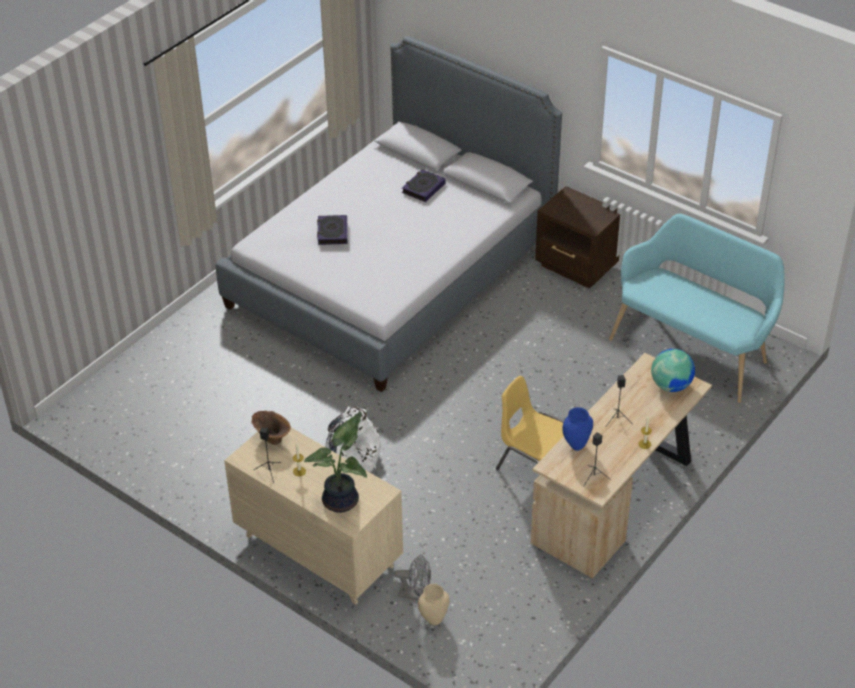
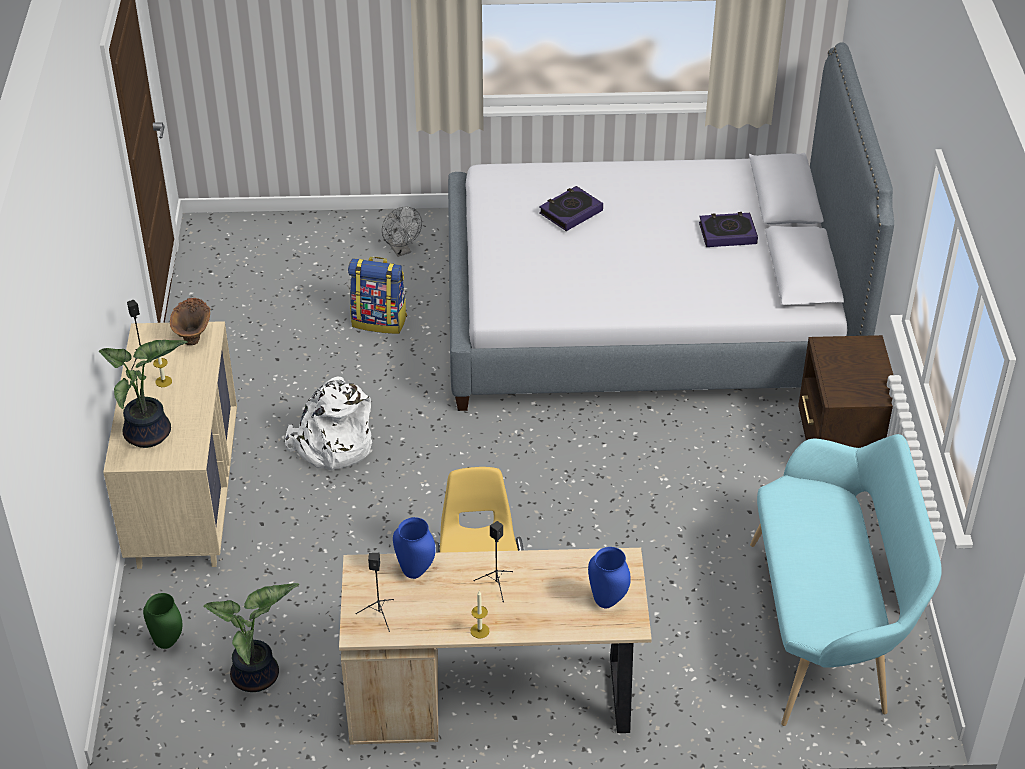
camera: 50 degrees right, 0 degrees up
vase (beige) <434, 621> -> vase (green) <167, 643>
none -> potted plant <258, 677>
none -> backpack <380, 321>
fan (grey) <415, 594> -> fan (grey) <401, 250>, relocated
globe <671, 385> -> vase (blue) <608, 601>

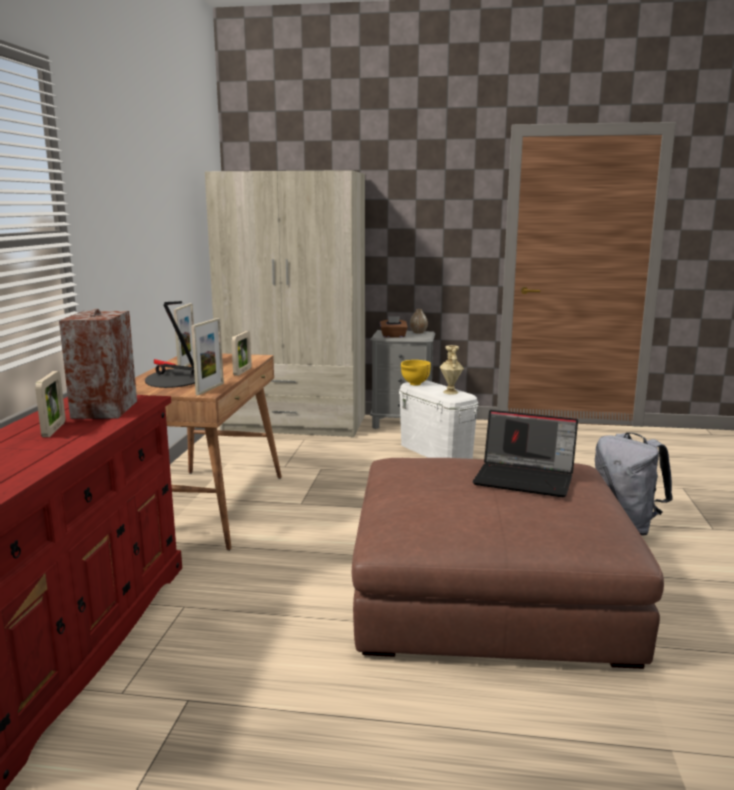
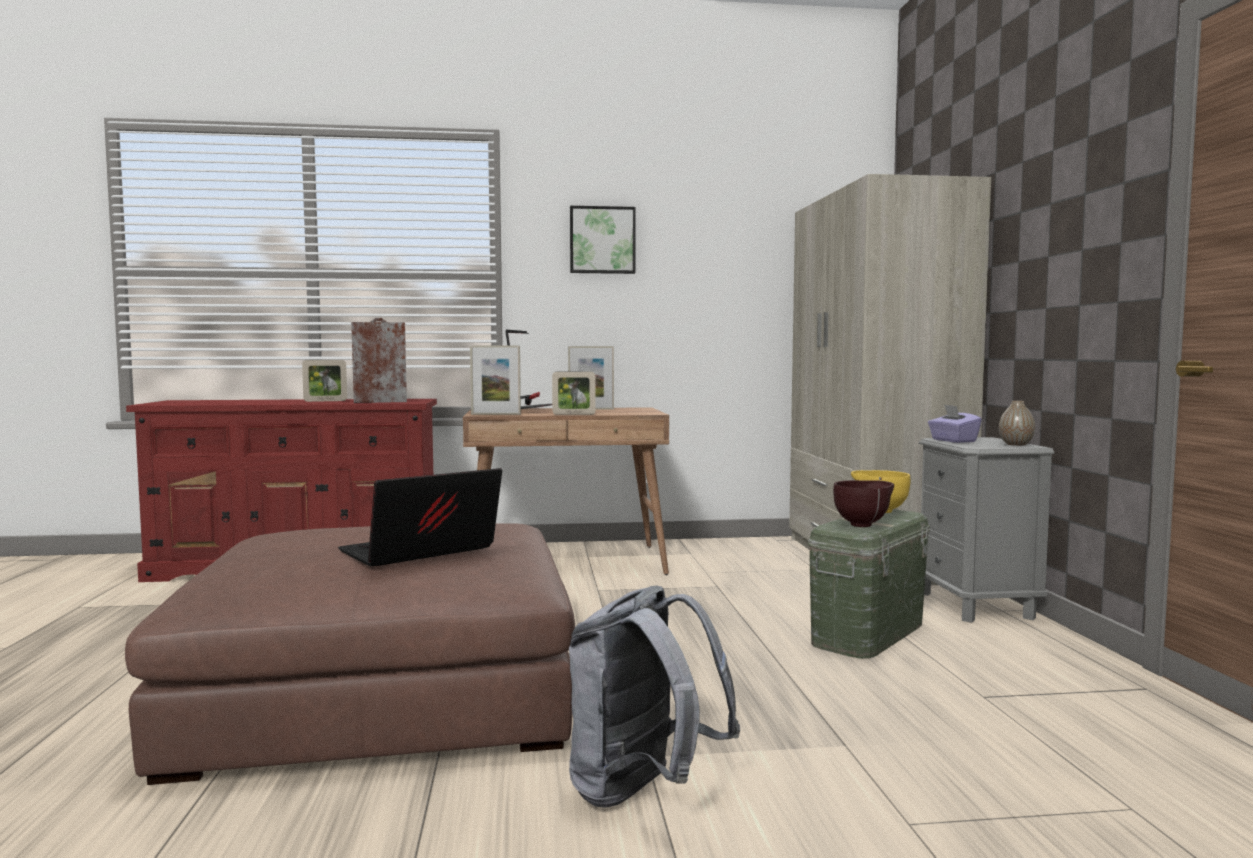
camera: 75 degrees right, 10 degrees down
laptop <525, 478> -> laptop <419, 553>, 45 degrees clockwise
none -> picture <602, 240>
storage box (white) <436, 451> -> storage box (green) <868, 634>
vase (beige) <450, 392> -> bowl (brown) <863, 525>
tissue box (brown) <393, 336> -> tissue box (purple) <953, 441>

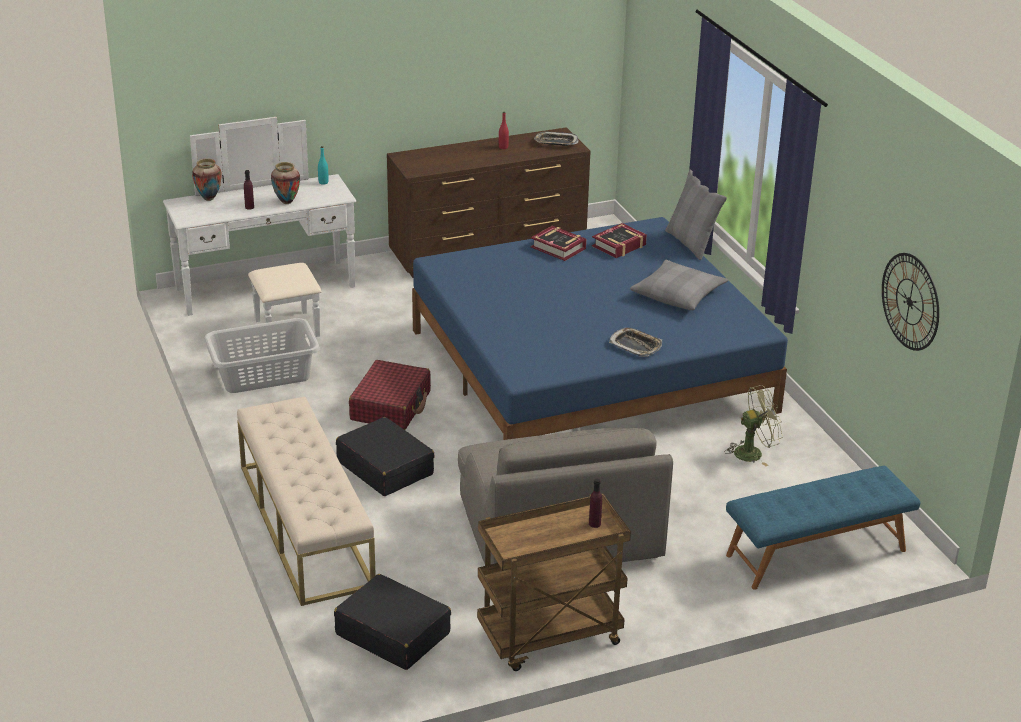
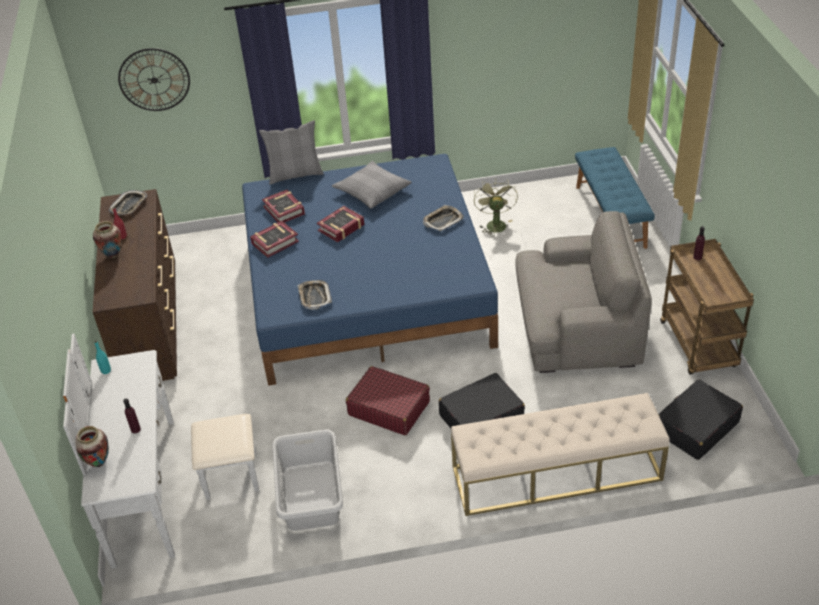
camera: 75 degrees left, 10 degrees up
vase <286, 202> -> vase <112, 255>, relocated
wall clock <910, 301> -> wall clock <154, 80>, relocated
none -> tray <314, 297>
none -> book <341, 228>

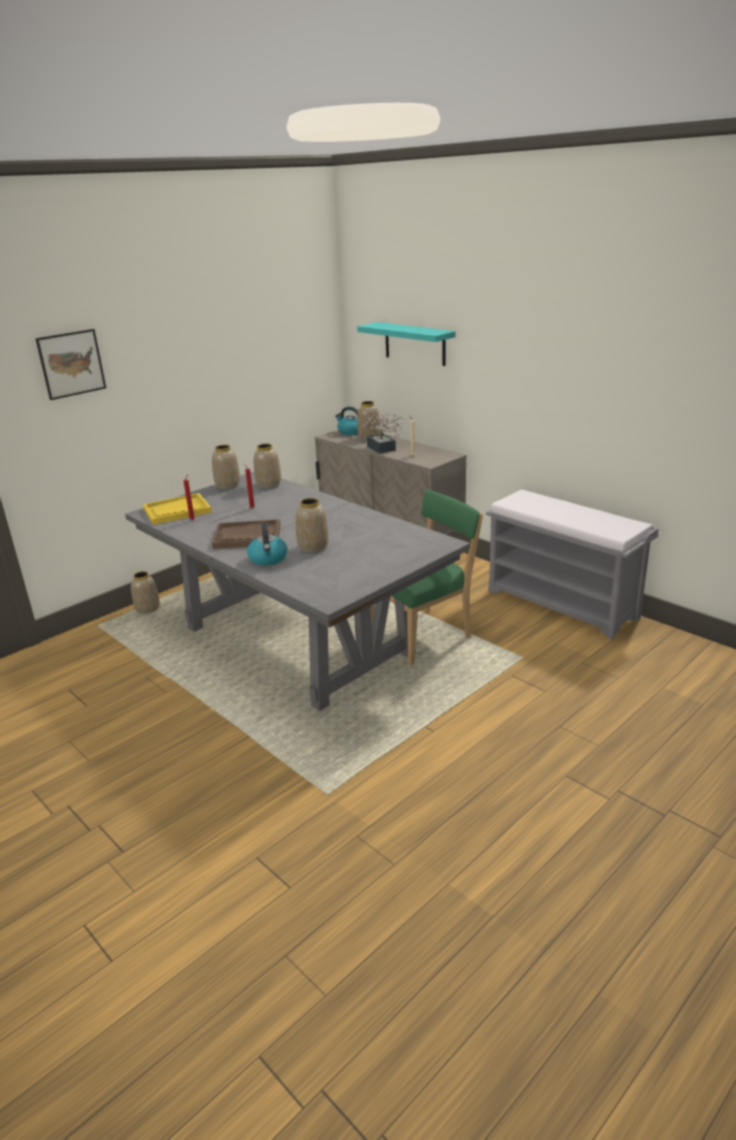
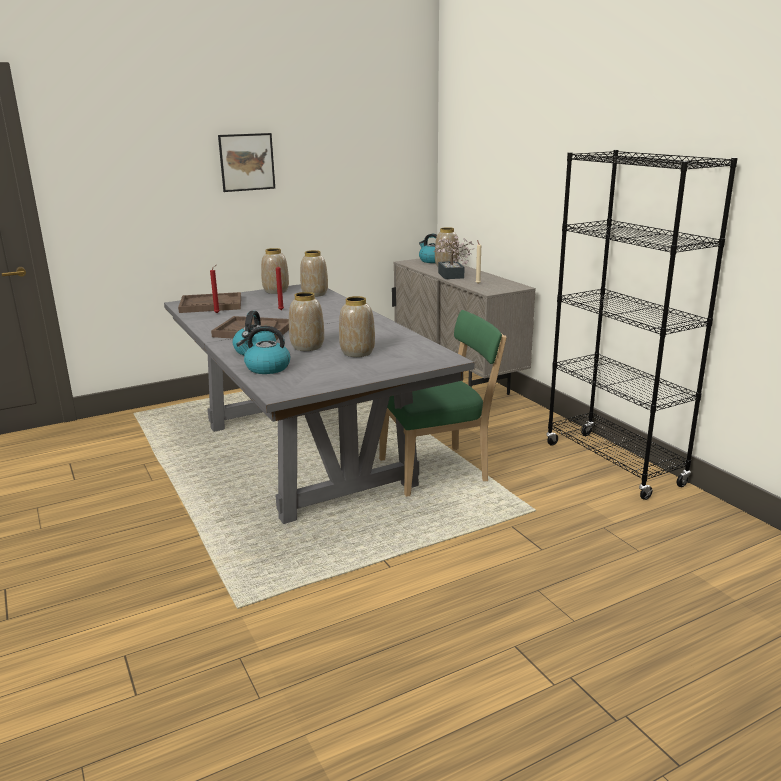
camera: 15 degrees right, 5 degrees down
tray (yellow) <177, 511> -> tray (brown) <211, 305>
picture <71, 364> -> picture <247, 162>, relocated
none -> kettle <267, 368>
vase <148, 610> -> vase <357, 353>, relocated
bench (grey) <563, 604> -> bookcase (black) <613, 464>
shelf (turquoise) <414, 343> -> none

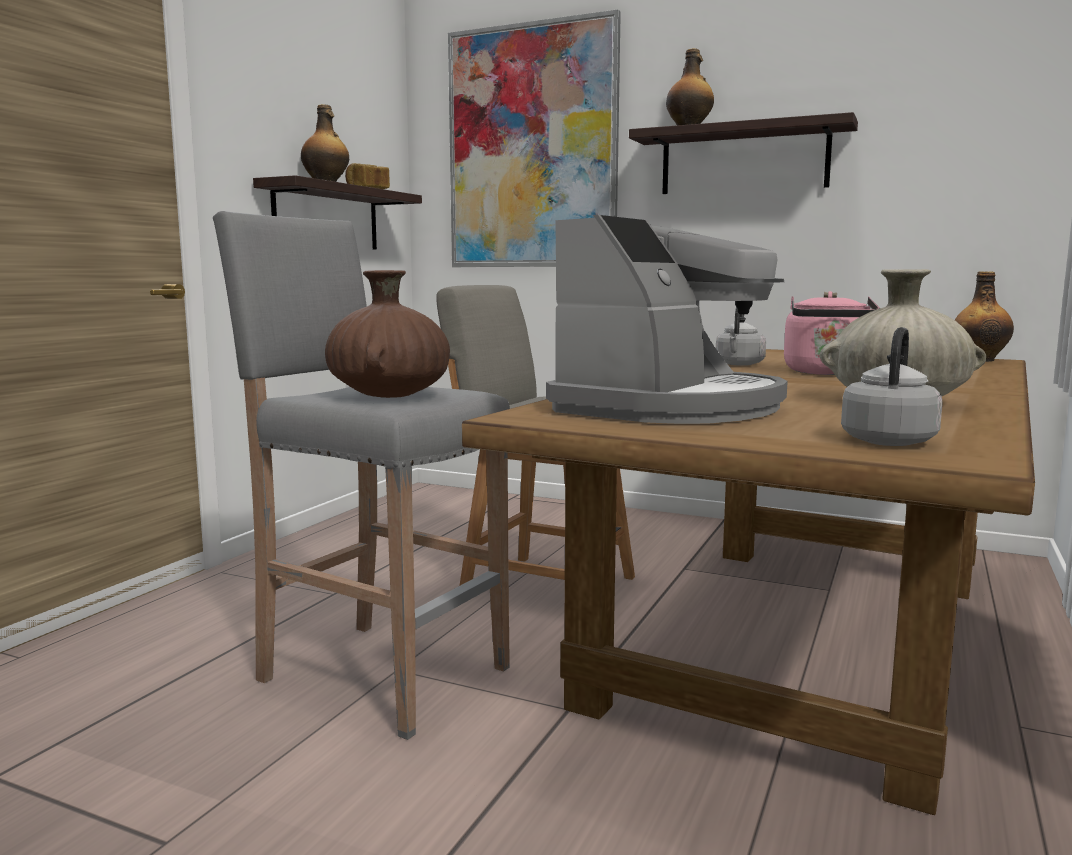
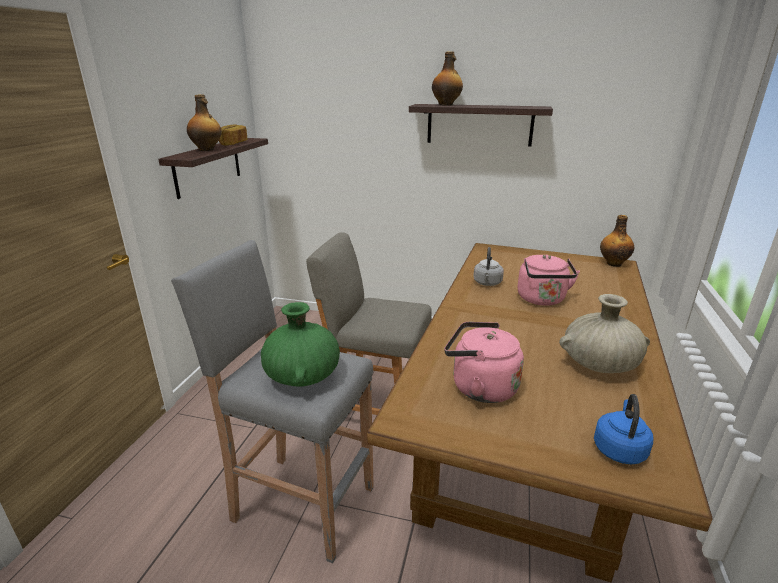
camera: 10 degrees left, 15 degrees up
vase (brown) <389, 396> -> vase (green) <302, 377>
coffee machine <671, 407> -> kettle (pink) <480, 387>
kettle (grey) <889, 440> -> kettle (blue) <619, 448>
picture <532, 148> -> none

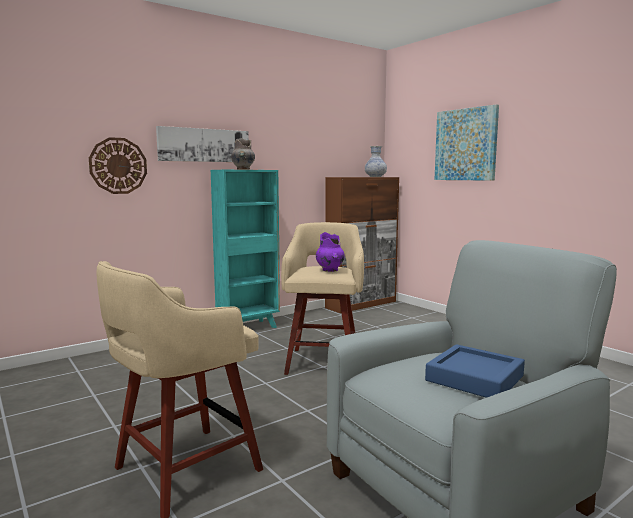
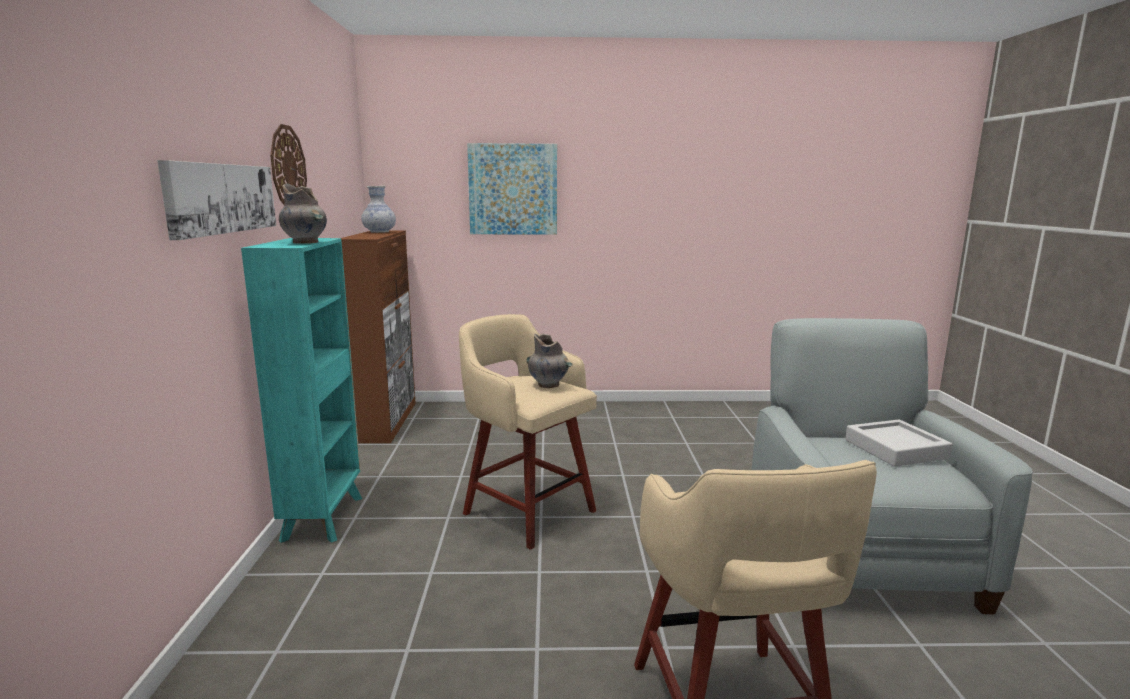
camera: 55 degrees left, 5 degrees up
wall clock <118, 166> -> wall clock <287, 168>, relocated
vase (purple) <330, 270> -> vase (grey) <549, 385>
tray (blue) <474, 378> -> tray (grey) <895, 449>

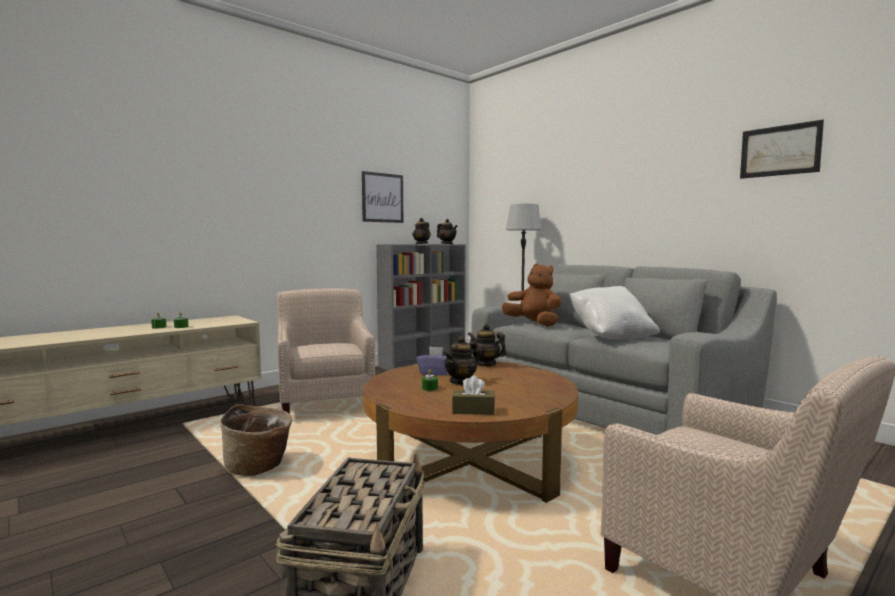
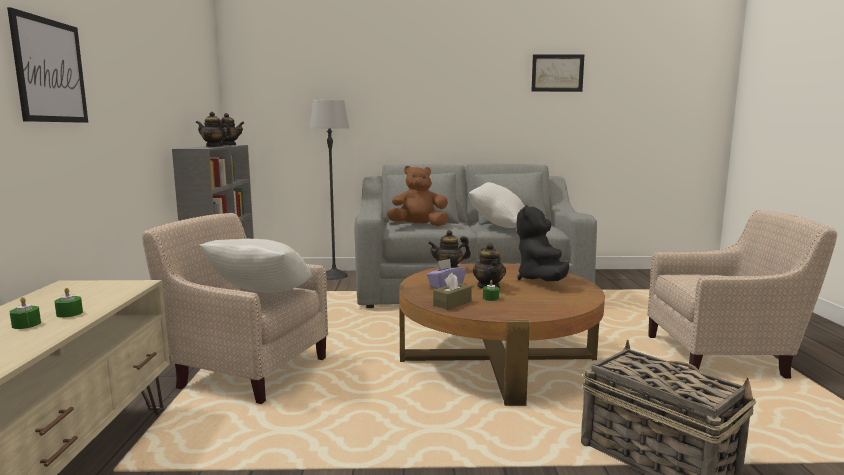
camera: 50 degrees left, 5 degrees up
picture <382, 197> -> picture <50, 71>, relocated
none -> pillow (white) <261, 296>
tissue box (brown) <473, 410> -> tissue box (brown) <452, 303>, relocated
none -> plush toy (black) <541, 280>
basket <259, 467> -> none

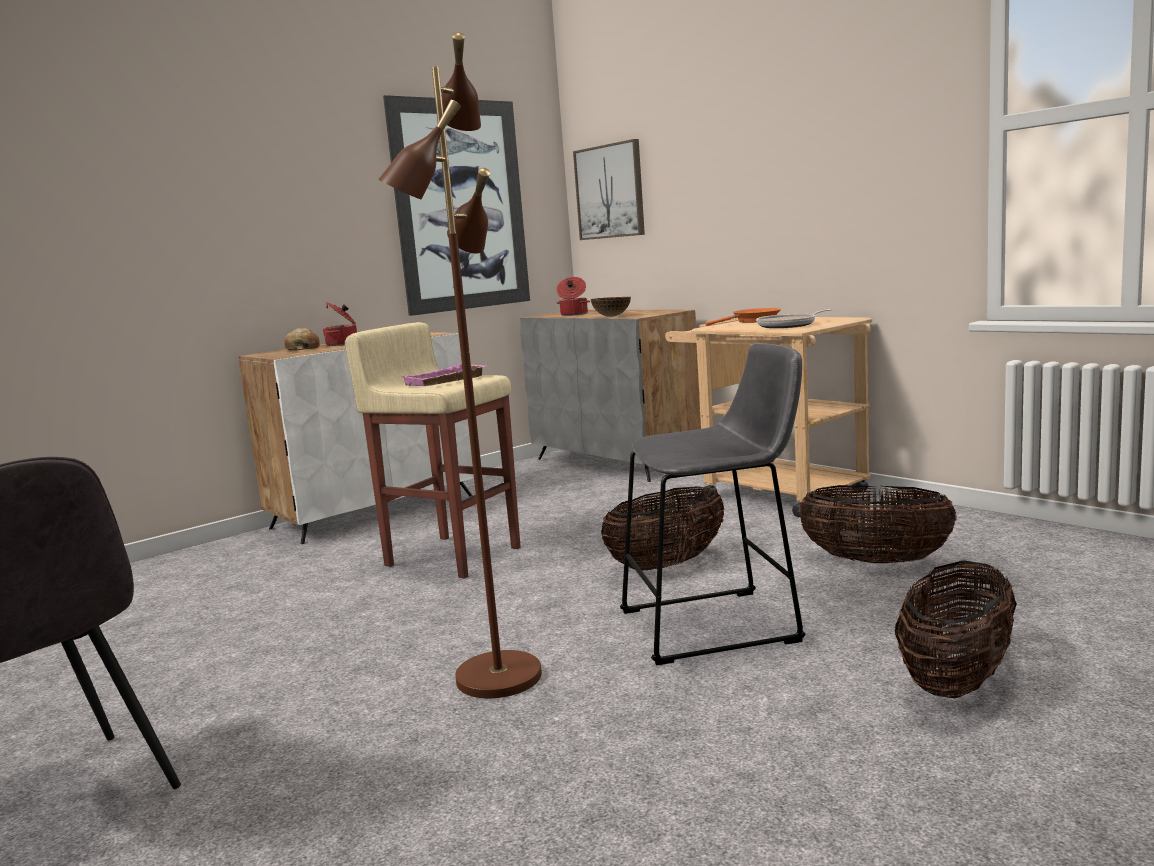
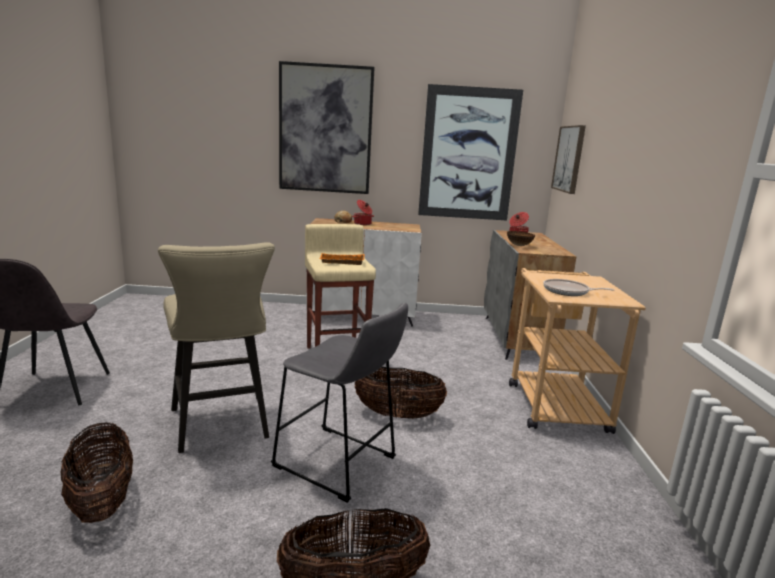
camera: 40 degrees right, 5 degrees up
basket <875, 561> -> basket <102, 501>, relocated
floor lamp (brown) <496, 676> -> stool (beige) <221, 427>
none -> picture <325, 129>
tray (pink) <445, 381> -> tray (orange) <341, 262>
frying pan (orange) <753, 321> -> none

